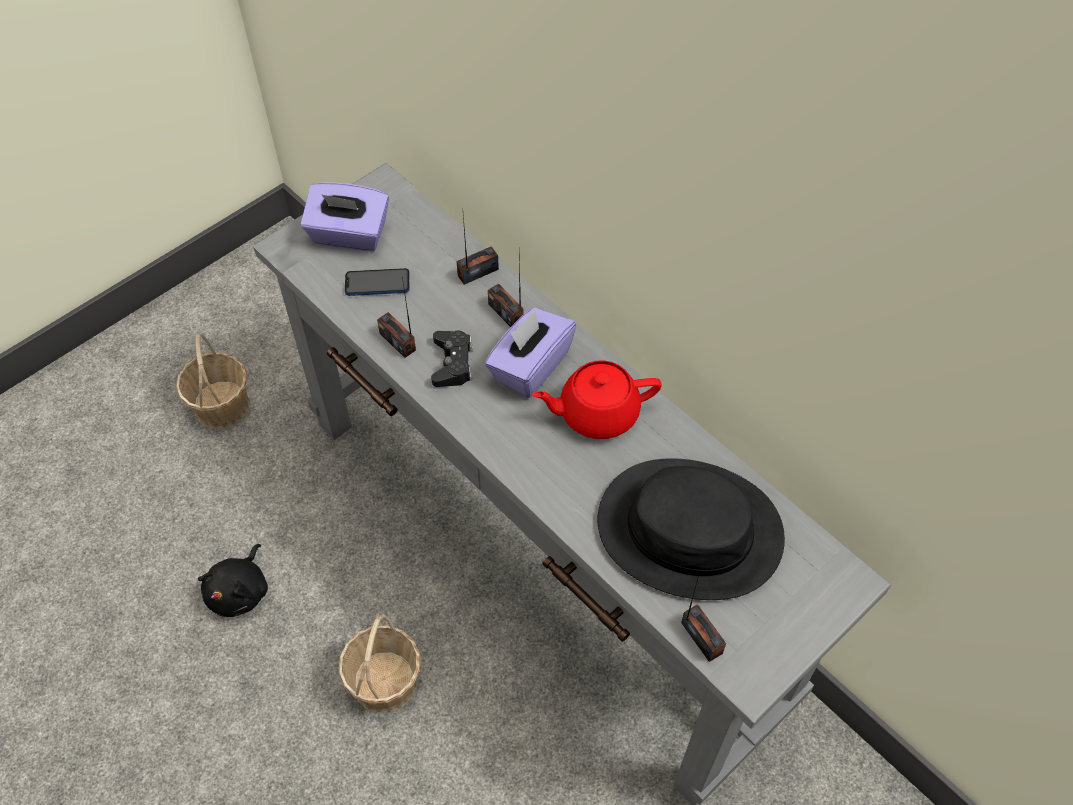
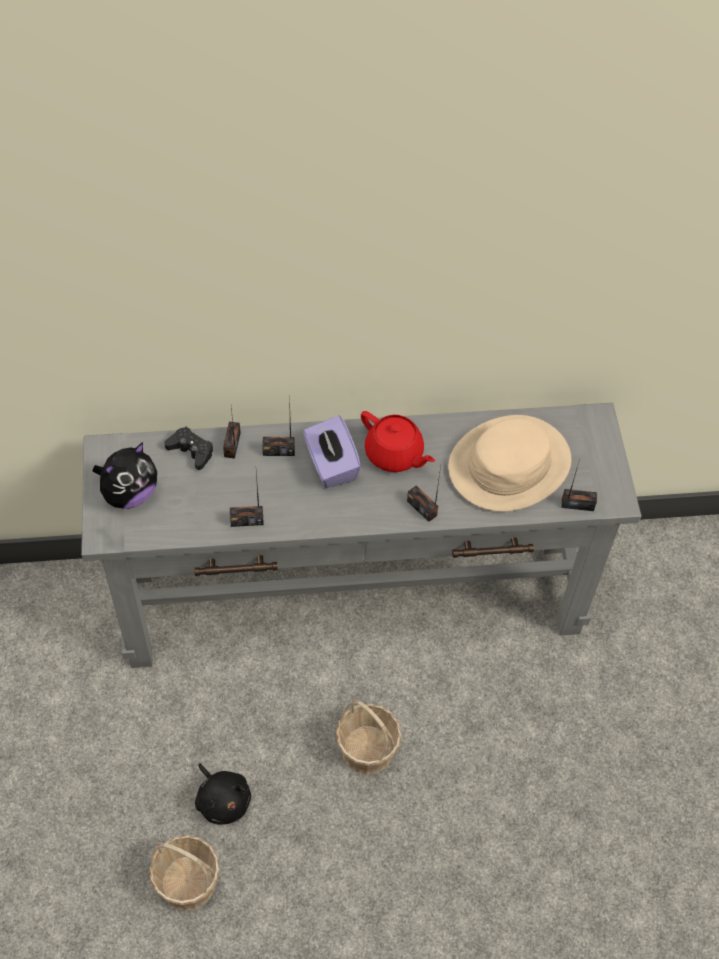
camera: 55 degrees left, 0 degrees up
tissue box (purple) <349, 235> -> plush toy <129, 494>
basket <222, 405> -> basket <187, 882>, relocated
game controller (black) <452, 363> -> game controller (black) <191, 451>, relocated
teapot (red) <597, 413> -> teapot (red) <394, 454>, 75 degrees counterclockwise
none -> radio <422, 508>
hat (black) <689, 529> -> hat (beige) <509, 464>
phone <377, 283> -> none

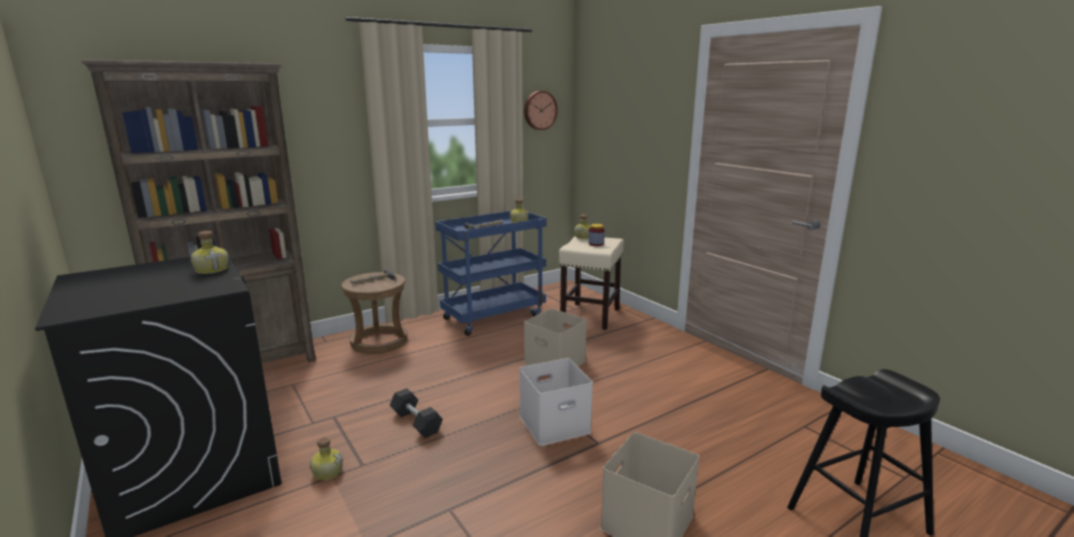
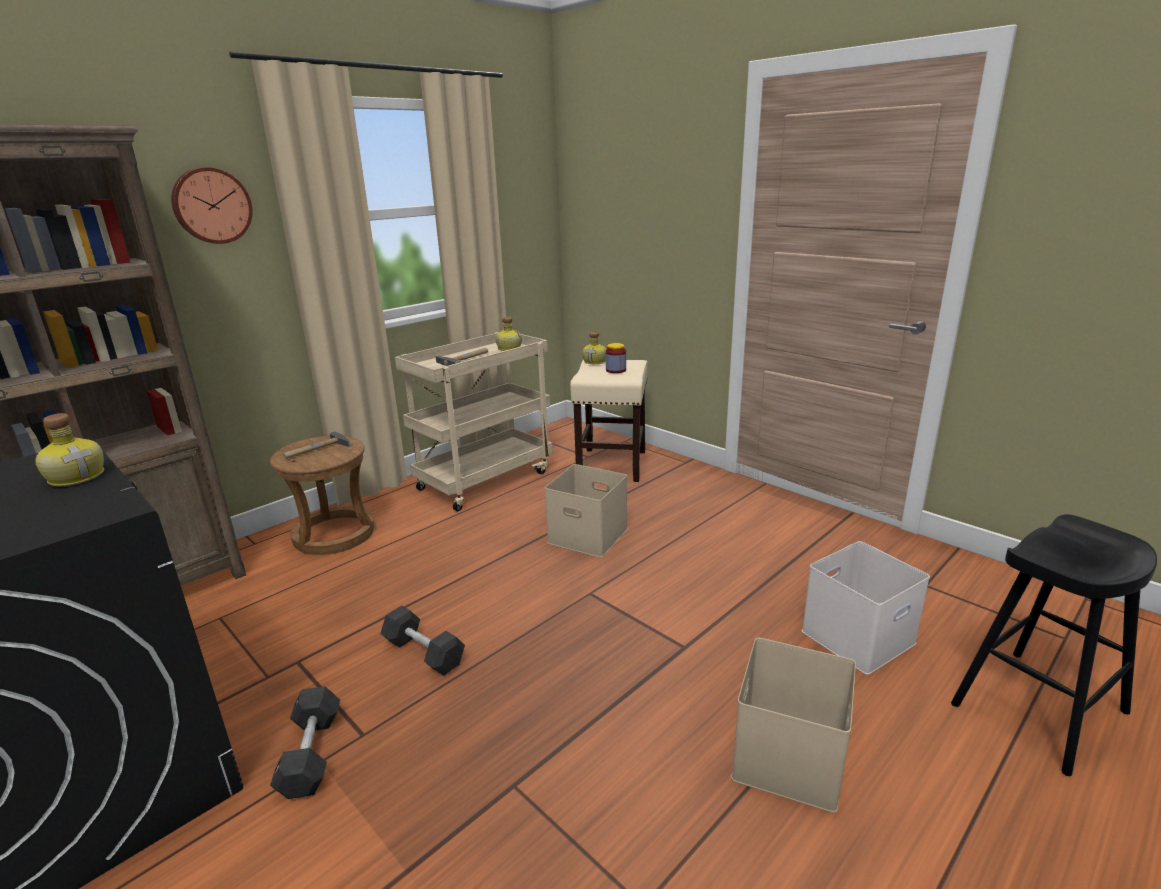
camera: 10 degrees left, 5 degrees up
wall clock <539, 110> -> wall clock <211, 206>, relocated
bottle <327, 471> -> dumbbell (black) <311, 754>
cart (blue) <494, 317> -> cart (beige) <485, 479>
storage box (white) <555, 423> -> storage box (white) <857, 635>, relocated

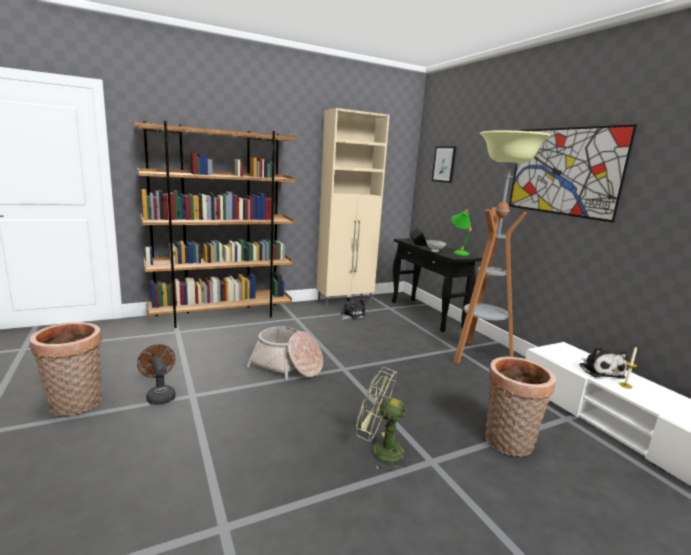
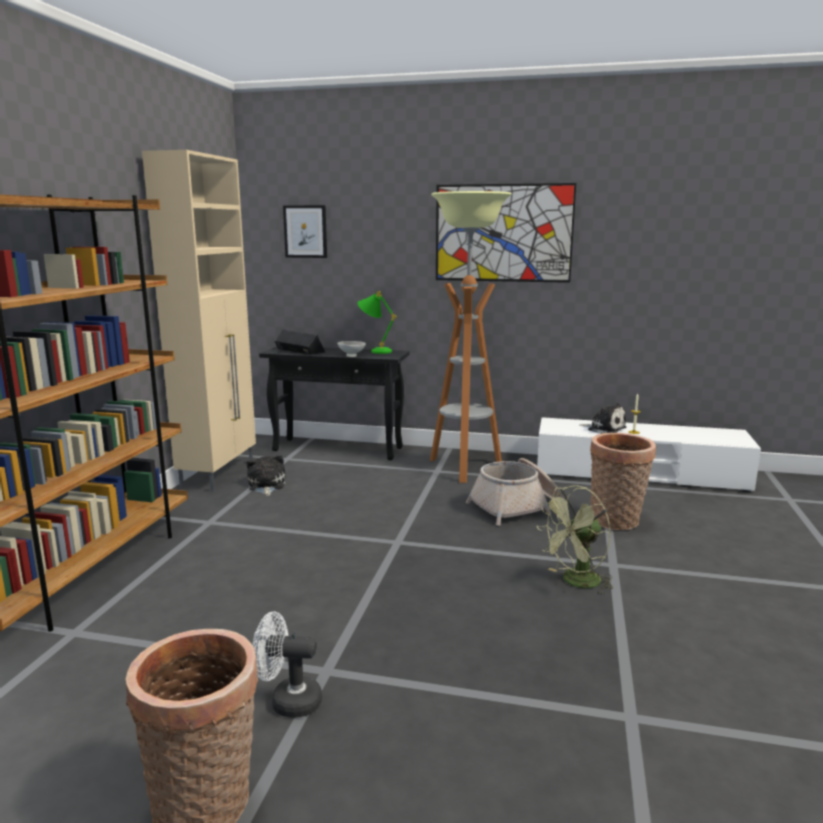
camera: 50 degrees left, 0 degrees up
fan (brown) <160, 395> -> fan (white) <288, 701>
basket <287, 366> -> basket <517, 507>, relocated

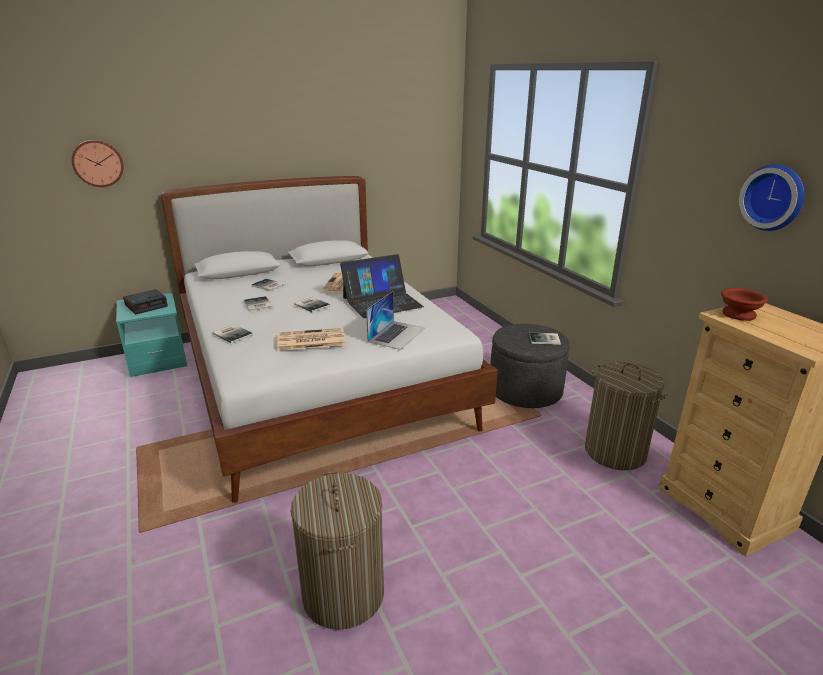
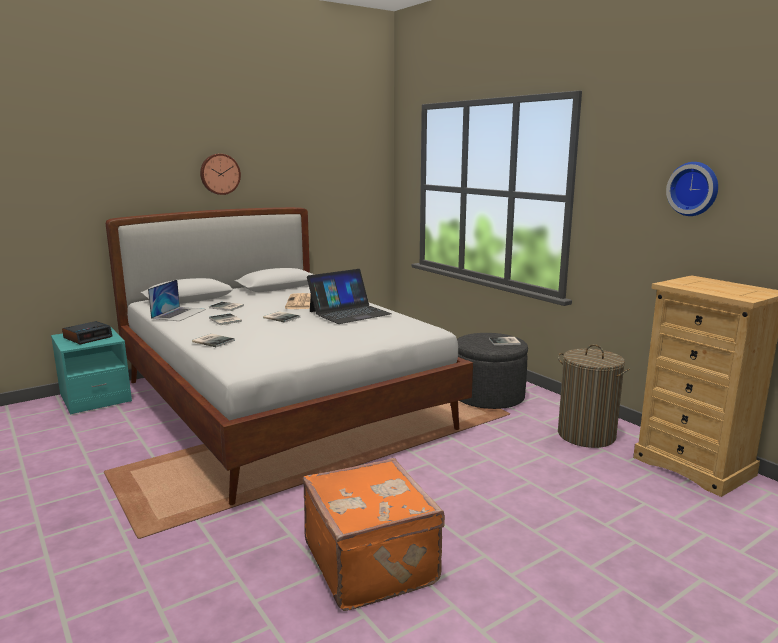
camera: 10 degrees left, 10 degrees down
laptop <396, 334> -> laptop <179, 314>, relocated
wall clock <98, 163> -> wall clock <219, 174>, relocated
laundry basket <343, 594> -> suitcase (orange) <372, 562>
newspaper <310, 340> -> none
bowl (brown) <740, 315> -> none

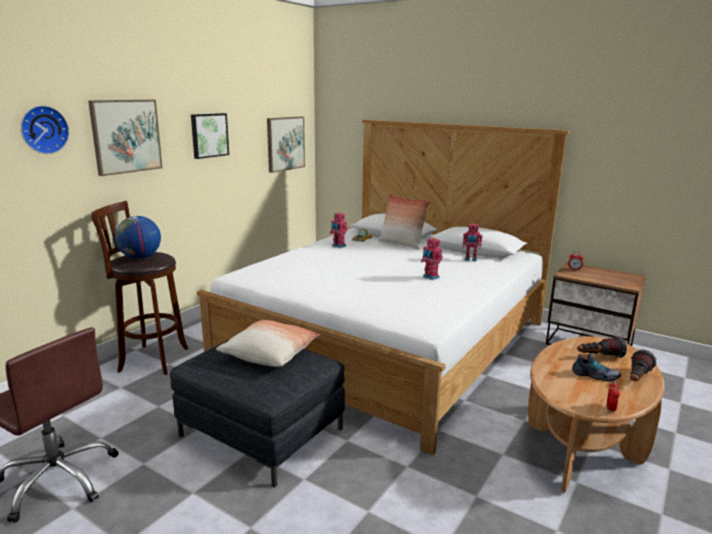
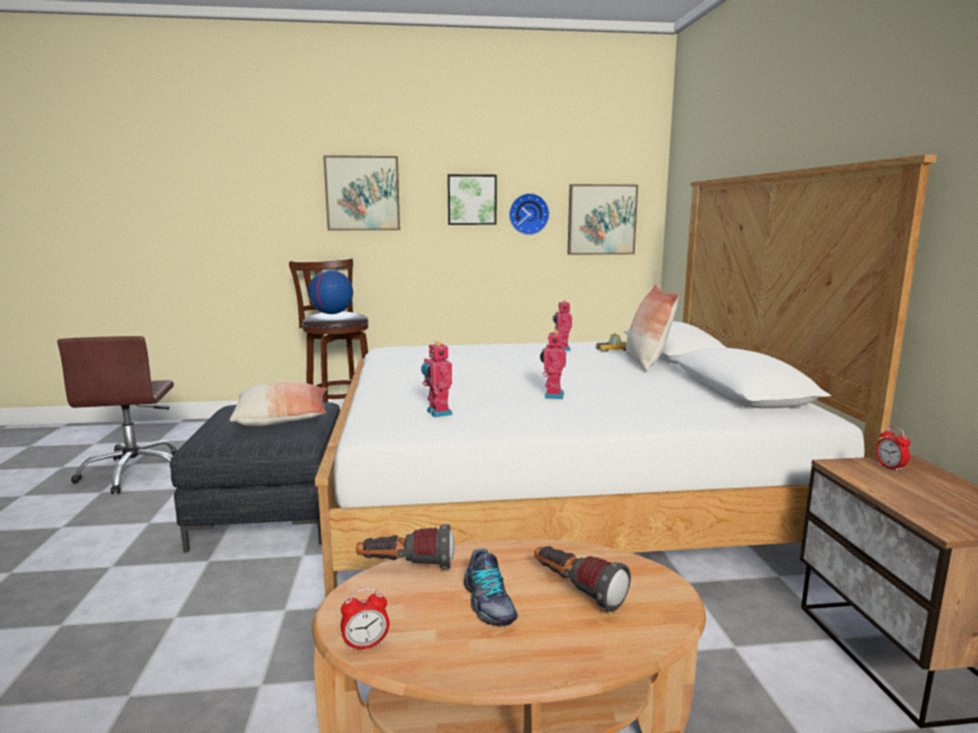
camera: 50 degrees right, 5 degrees down
flashlight <637, 379> -> flashlight <406, 567>, relocated
toy robot <470, 259> -> toy robot <437, 413>, relocated
wall clock <43, 129> -> wall clock <528, 214>, relocated

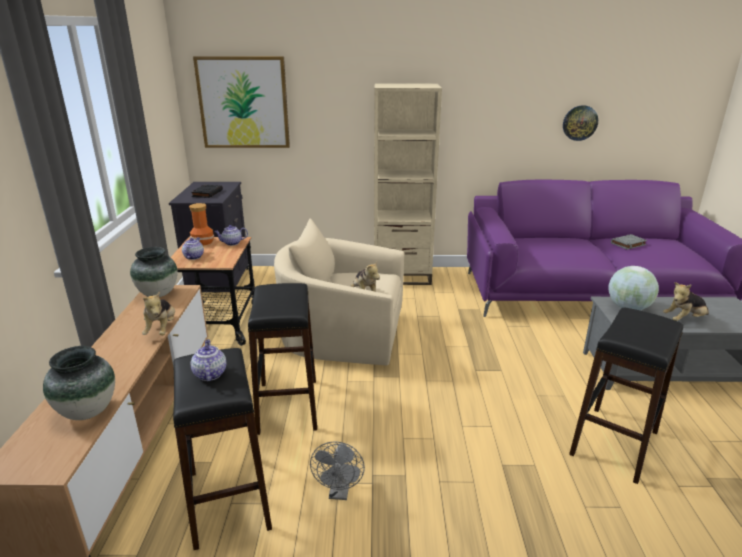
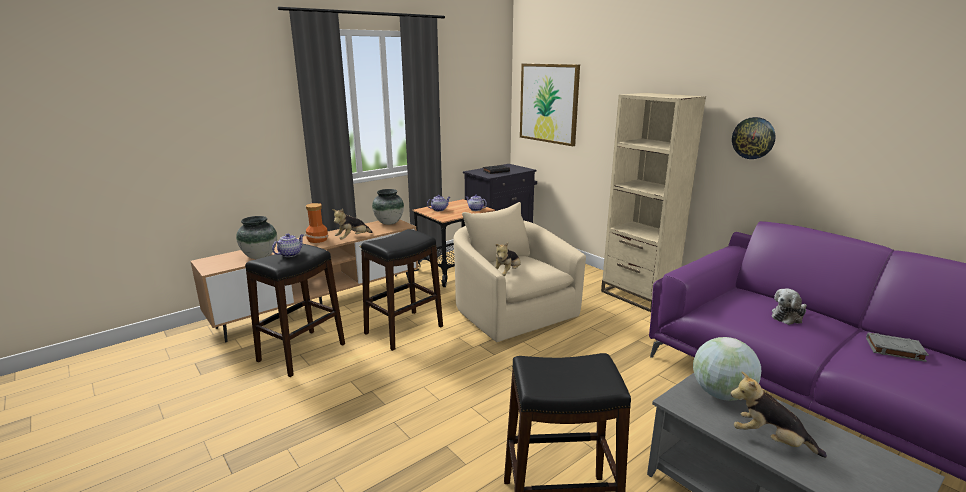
camera: 50 degrees right, 5 degrees down
vase <202, 242> -> vase <317, 240>, relocated
wall clock <580, 123> -> wall clock <753, 138>, relocated
none -> plush toy <788, 316>
fan (grey) <339, 492> -> none

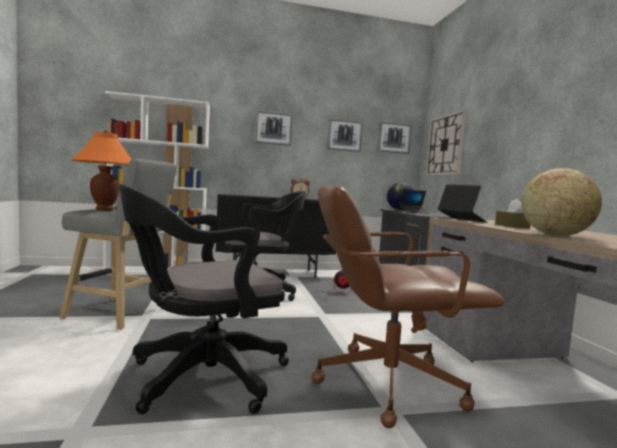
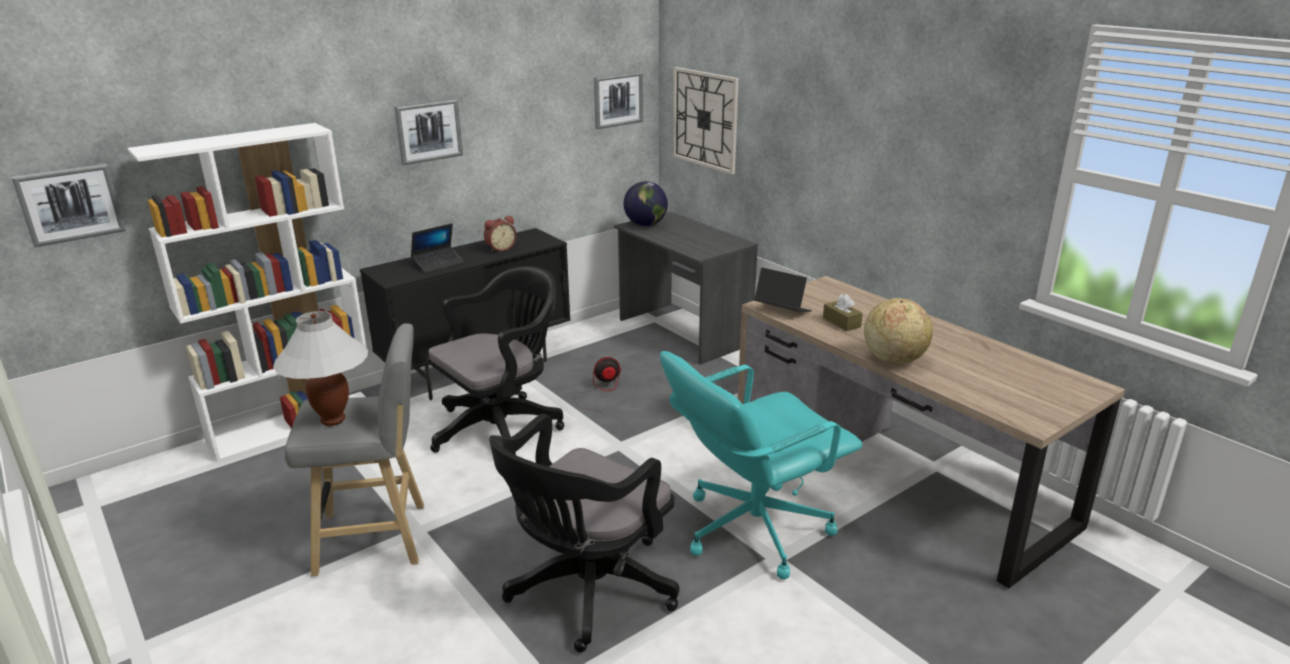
camera: 25 degrees left, 20 degrees up
picture <344, 135> -> picture <70, 204>, relocated
table lamp (orange) <105, 210> -> table lamp (white) <333, 420>
laptop <414, 212> -> laptop <438, 264>, relocated
office chair (brown) <386, 383> -> office chair (turquoise) <753, 528>

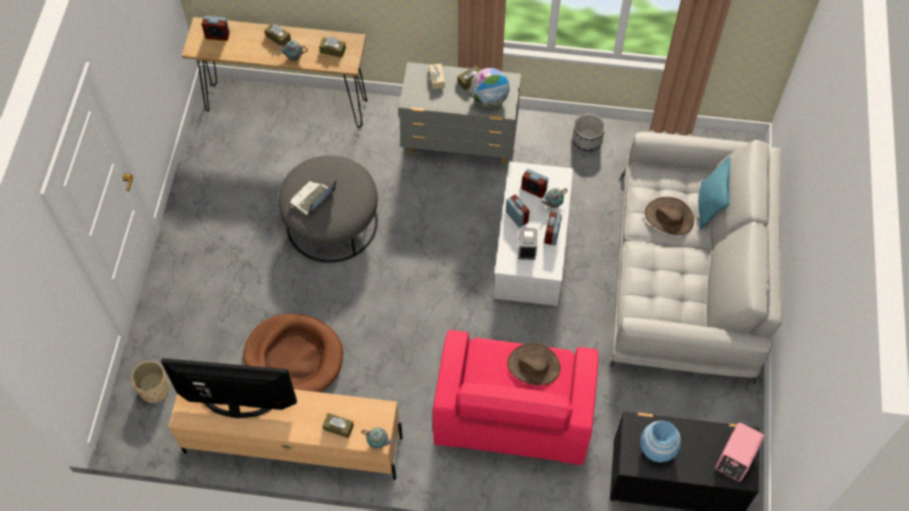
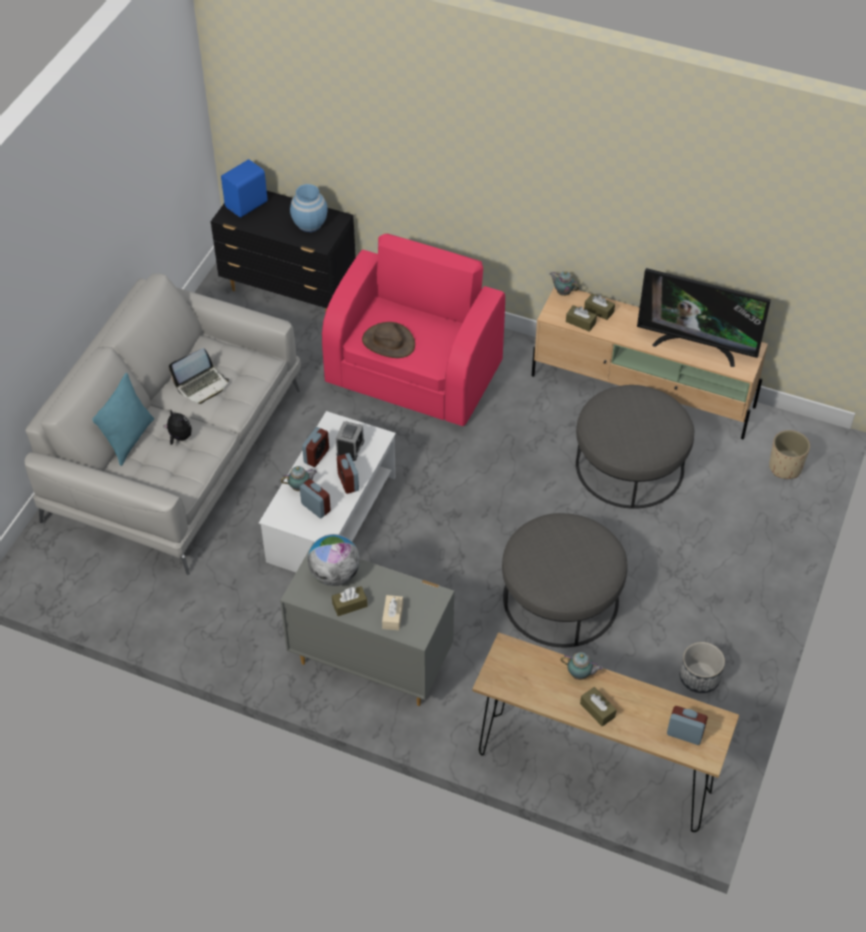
camera: 165 degrees left, 10 degrees down
hat (brown) <669, 217> -> plush toy <179, 437>
laptop <313, 199> -> laptop <202, 385>, relocated
speaker (pink) <733, 460> -> speaker (blue) <247, 204>
tissue box (brown) <332, 50> -> tissue box (brown) <580, 322>, relocated
dog bed (brown) <294, 358> -> ottoman (grey) <630, 466>
planter <587, 140> -> planter <699, 677>, relocated

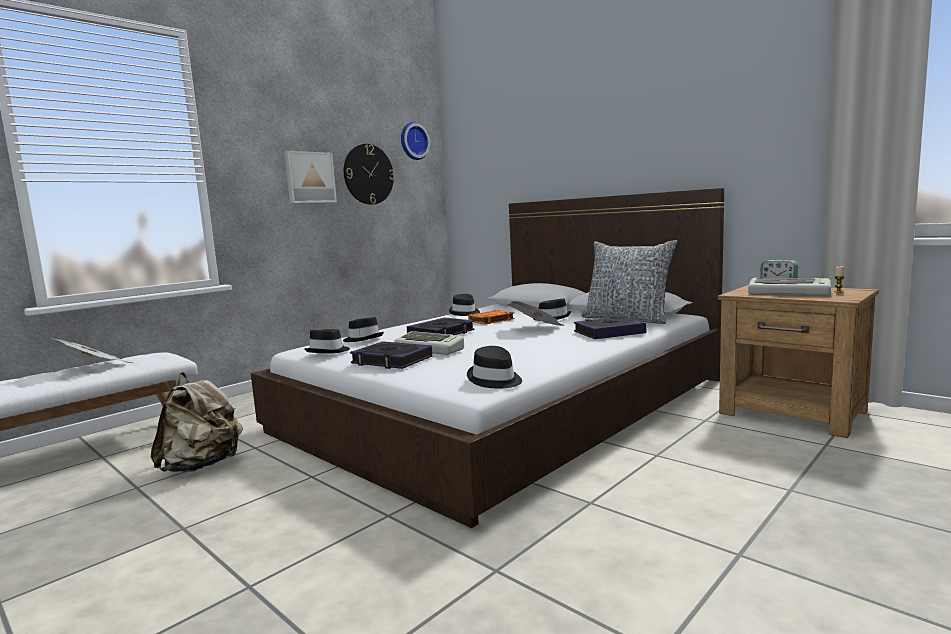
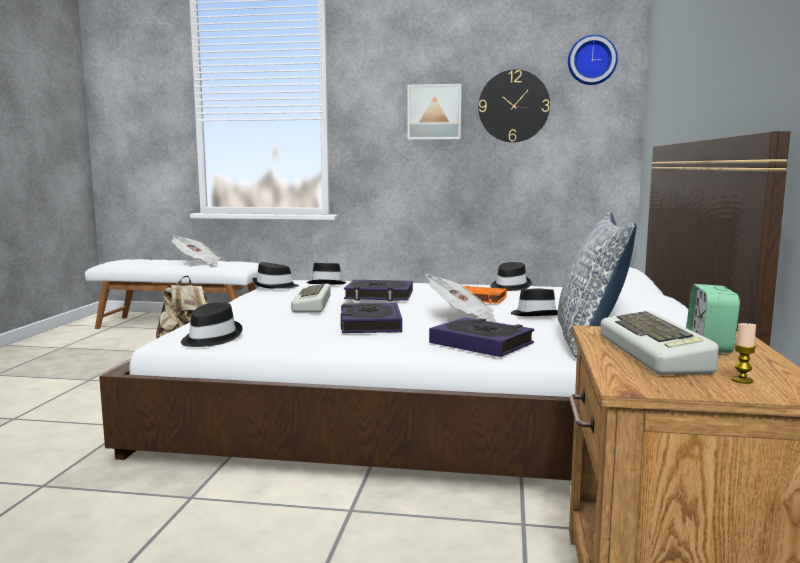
camera: 55 degrees right, 0 degrees up
book <391, 360> -> book <370, 324>, relocated

